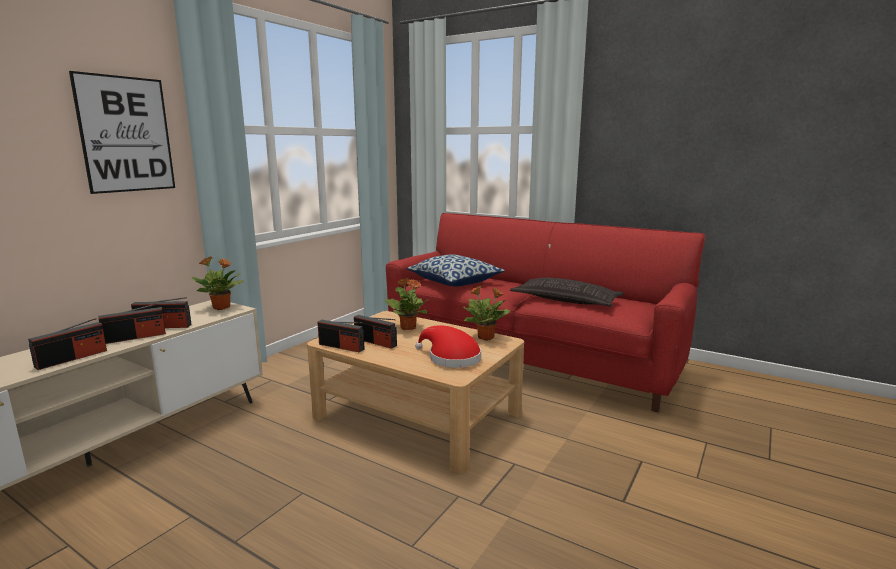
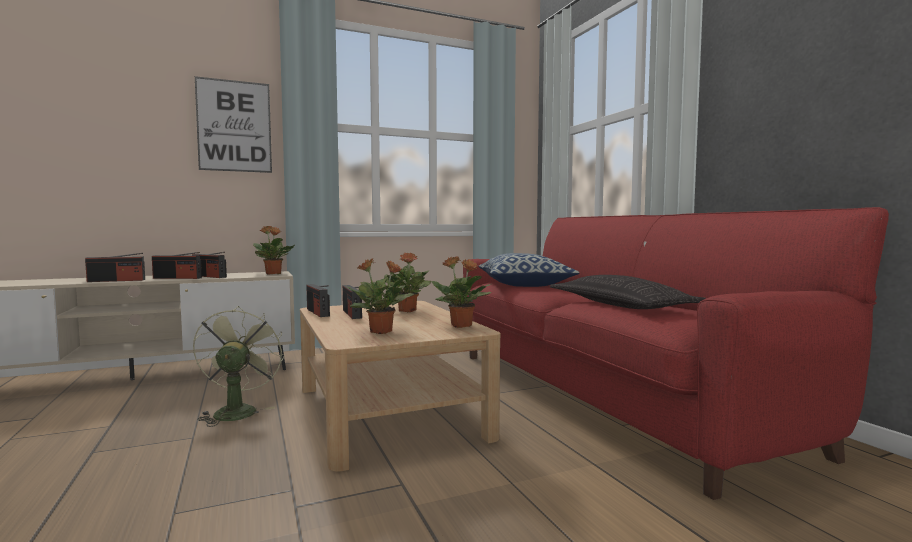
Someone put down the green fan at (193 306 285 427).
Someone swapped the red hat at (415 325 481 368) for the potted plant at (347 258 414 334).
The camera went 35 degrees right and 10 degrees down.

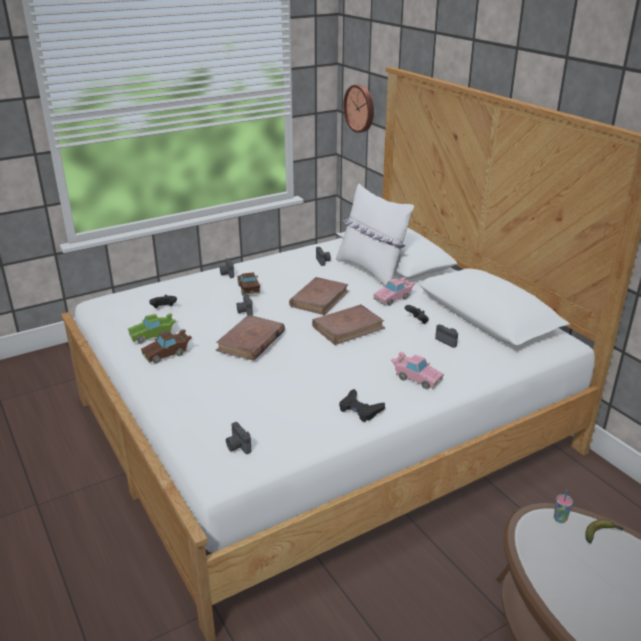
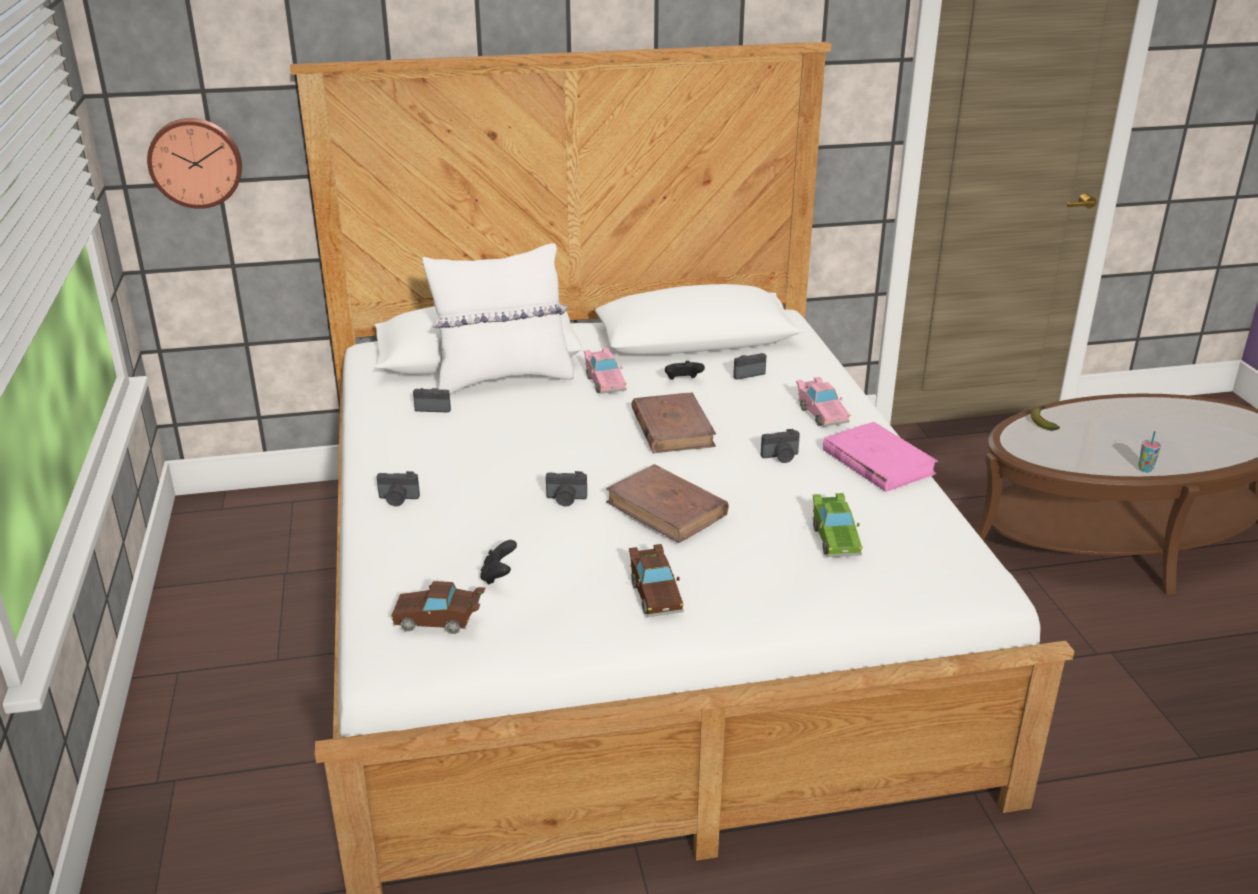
Someone carried the brown toy car from (237 272 260 295) to (390 581 485 634).
Someone carried the photo camera from (226 422 251 454) to (761 429 800 463).
Someone rotated the pink toy car at (391 352 444 389) by 105 degrees clockwise.
Someone carried the green toy car from (128 313 176 344) to (812 493 863 557).
Someone swapped the black game controller at (339 389 385 422) for the pink book at (823 422 938 492).
Someone carried the cup from (554 490 573 523) to (1138 431 1161 472).
Someone took away the brown book at (289 277 349 315).
The camera went 70 degrees left and 0 degrees up.

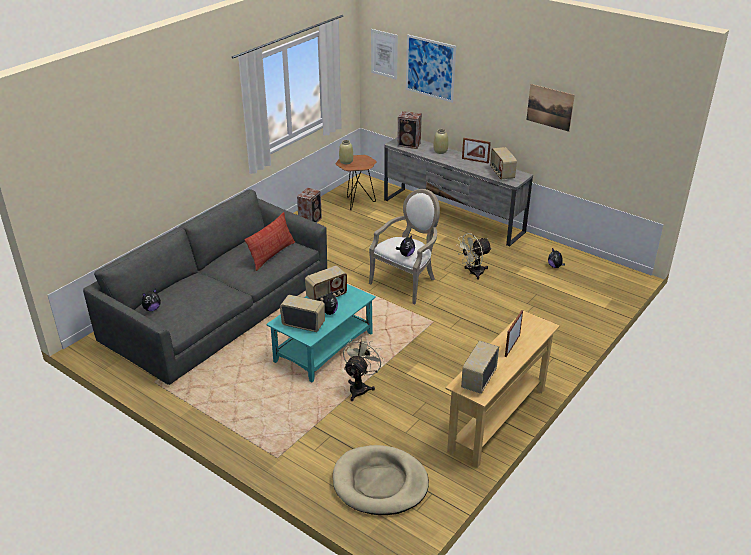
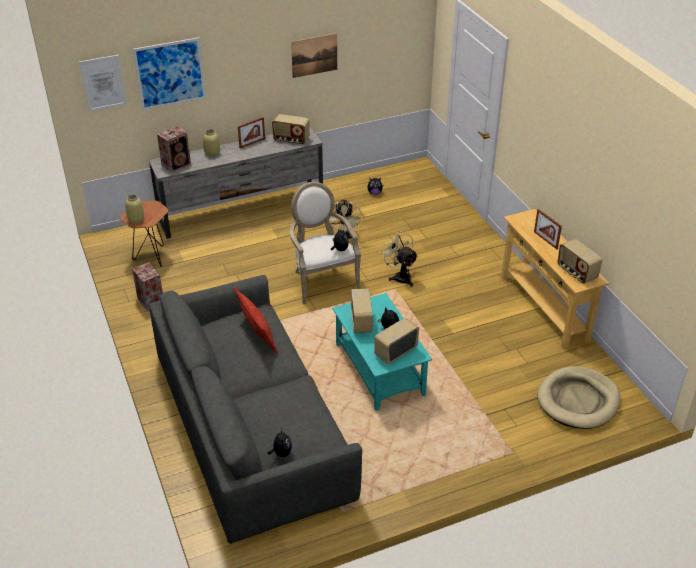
Someone carried the beige fan from (343 336 384 401) to (381 230 418 287).
The camera went 60 degrees left and 5 degrees up.

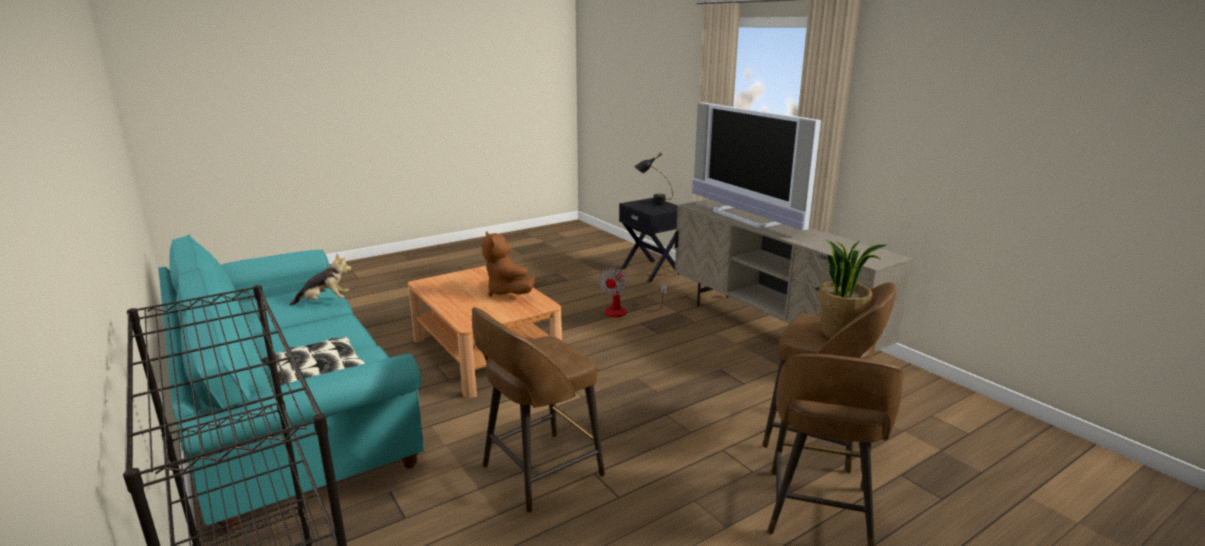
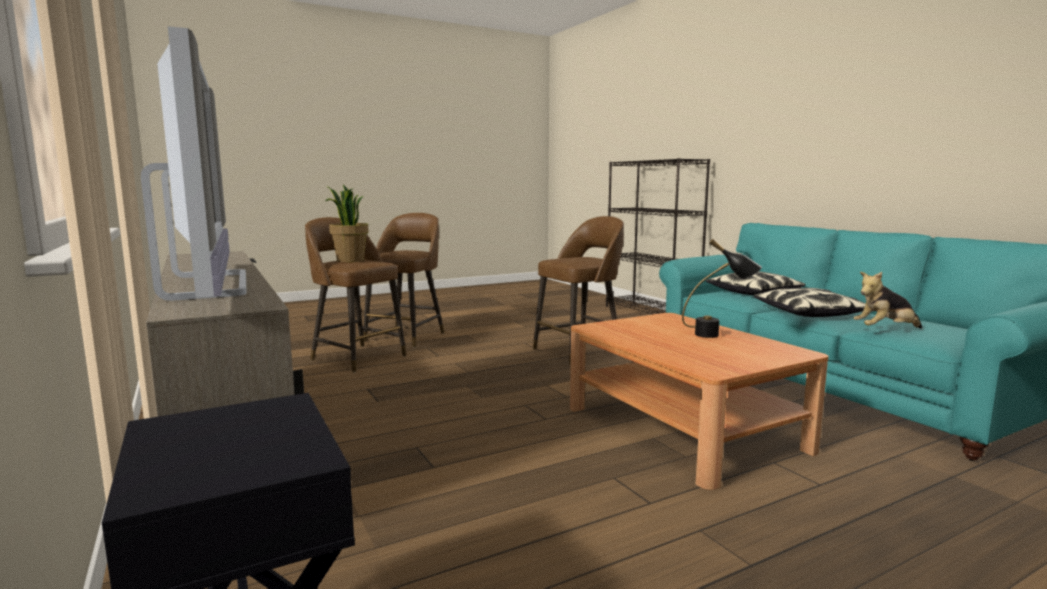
Someone carried the black table lamp from (634 152 673 205) to (682 239 762 338).
Someone put down the pillow at (754 288 866 317).
Someone took away the brown plush toy at (482 231 535 296).
Someone took away the fan at (599 268 667 317).
The camera went 175 degrees left and 10 degrees down.

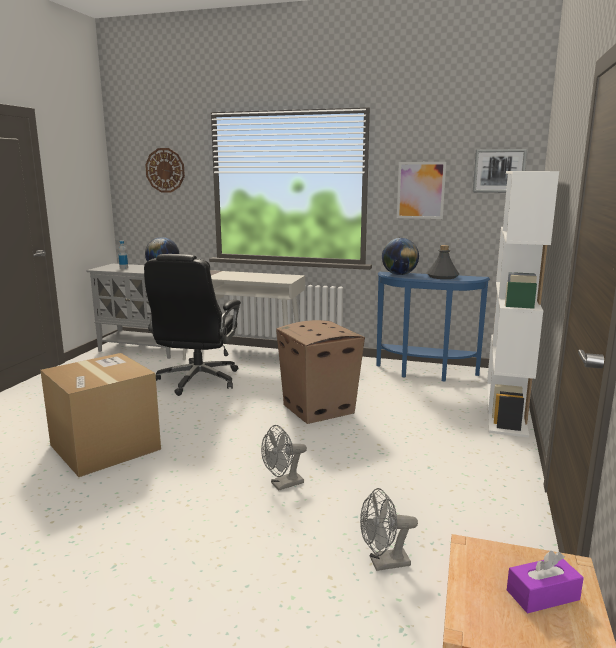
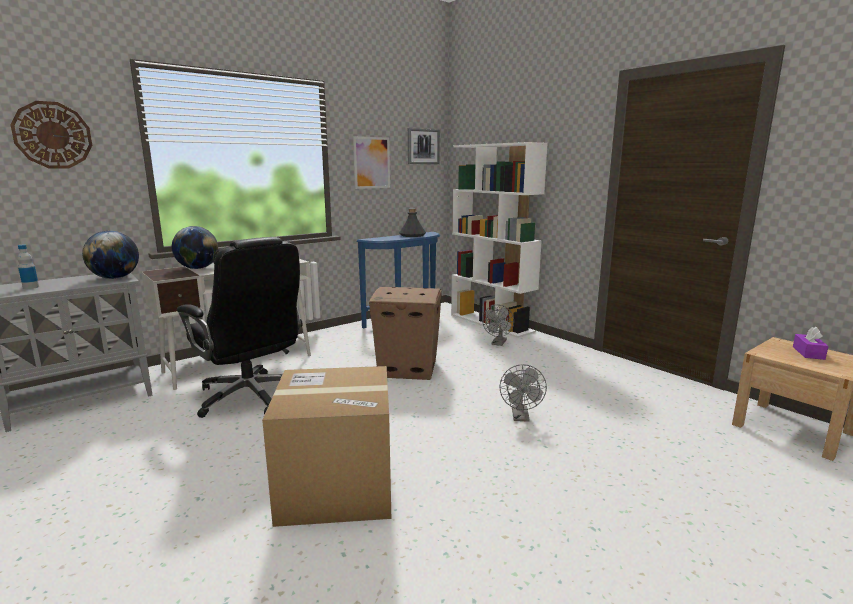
Someone carried the globe from (382 238 419 275) to (172 226 218 269).
Someone carried the grey fan from (360 488 418 571) to (482 305 514 346).
The camera went 55 degrees left and 0 degrees up.

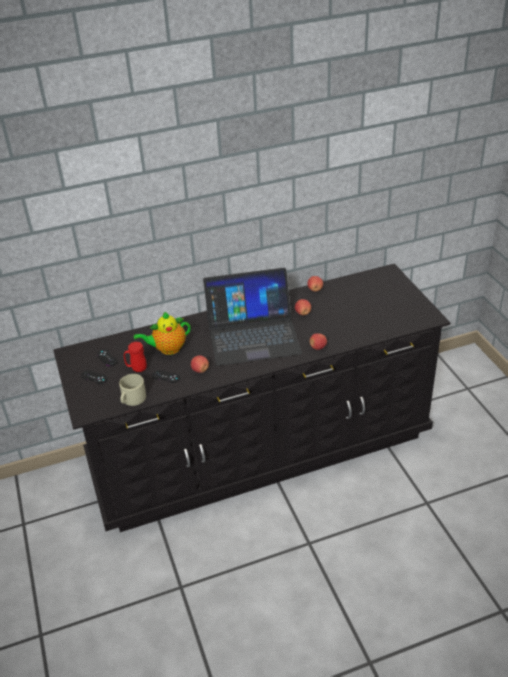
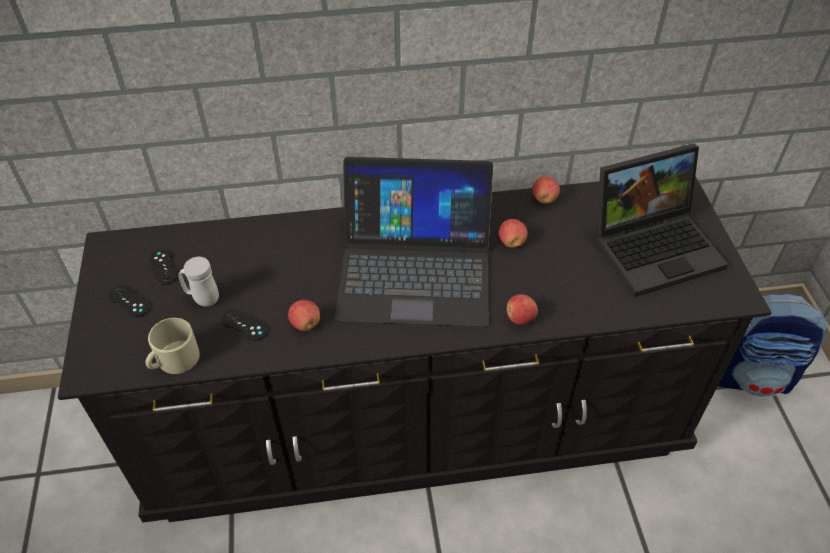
Someone repainted the red mug at (124 342 147 372), which became the white mug at (179 257 219 306).
Someone put down the laptop at (596 143 728 297).
Someone put down the backpack at (718 293 827 397).
Someone took away the teapot at (134 312 191 355).
The camera went 10 degrees right and 10 degrees up.

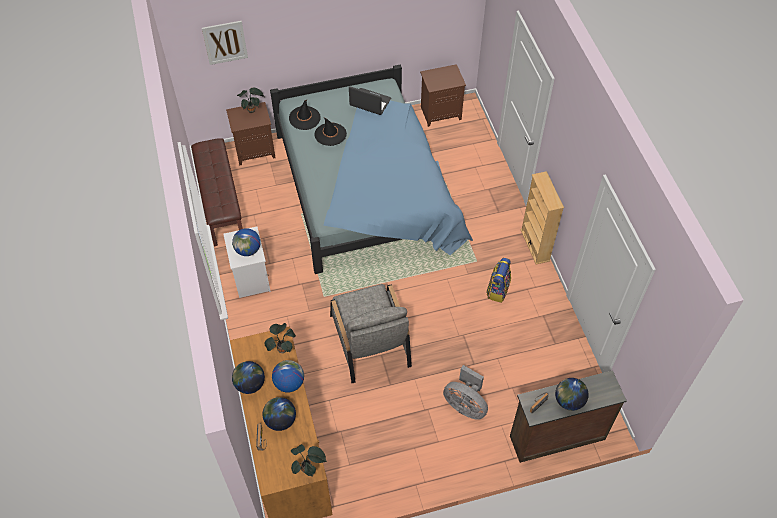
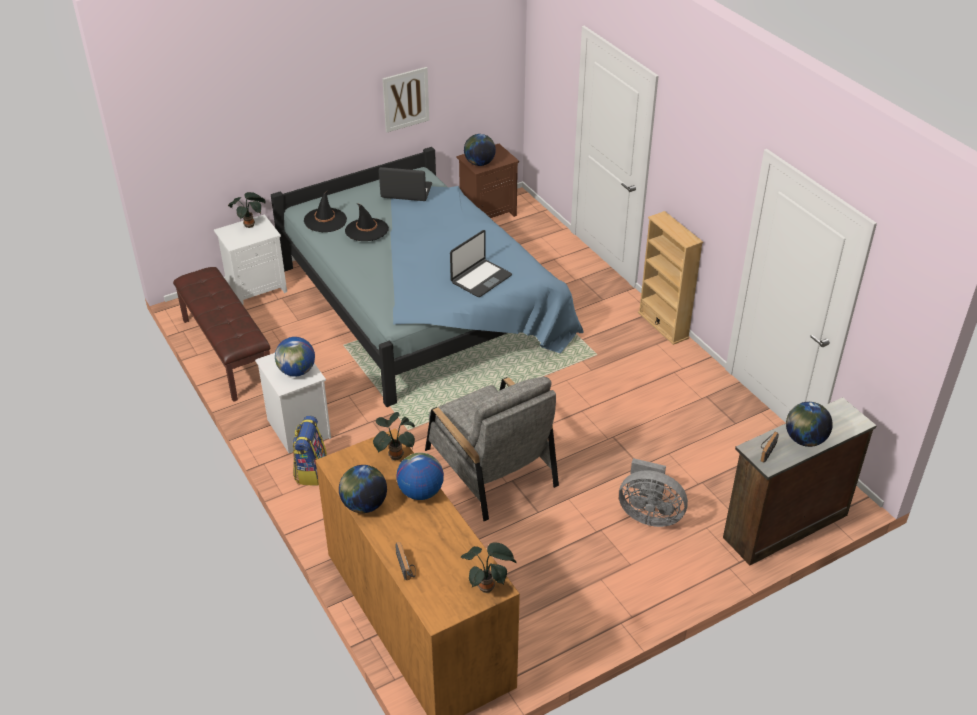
Someone repainted the brown nightstand at (226 102 275 166), which became the white nightstand at (214 214 287 305).
Someone carried the backpack from (486 258 511 303) to (293 416 327 486).
Someone carried the picture from (202 21 248 65) to (382 67 429 132).
Someone put down the laptop at (450 230 512 297).
Someone carried the globe from (262 397 296 431) to (464 134 496 166).
The camera went 15 degrees left and 15 degrees down.

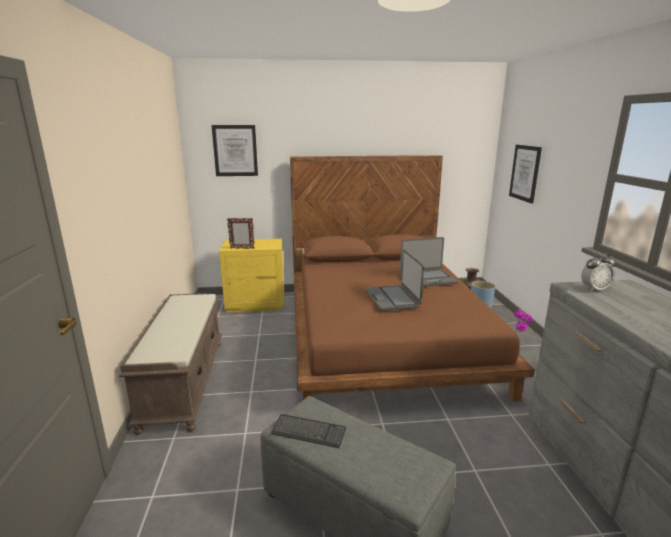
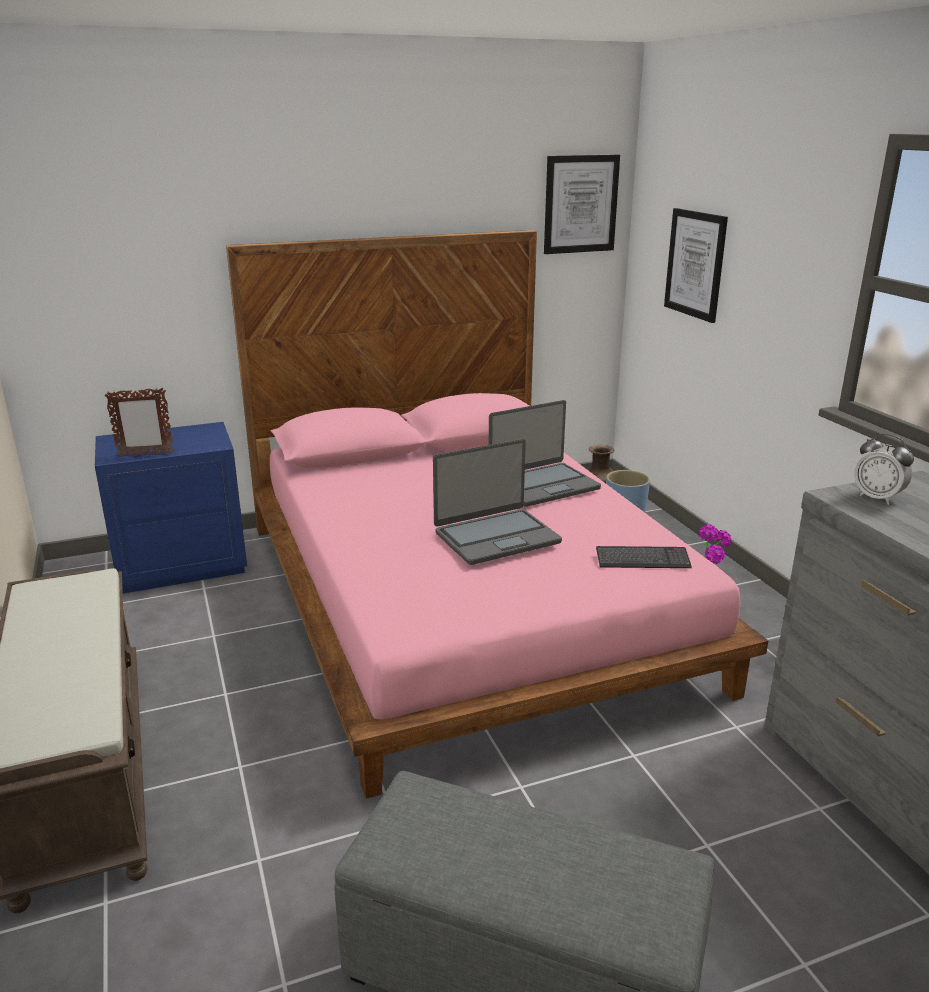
Someone repainted the yellow nightstand at (219 239 284 312), which became the blue nightstand at (95 422 247 594).
Someone repainted the brown bed at (290 155 535 402), which became the pink bed at (226 230 768 798).
Someone rotated the laptop at (366 250 424 311) by 90 degrees counterclockwise.
Someone carried the picture from (212 125 258 176) to (544 155 620 254).
Someone carried the keyboard from (271 414 346 448) to (596 546 692 568).
Someone rotated the alarm clock at (581 253 615 292) by 75 degrees clockwise.
The camera went 15 degrees left and 5 degrees up.

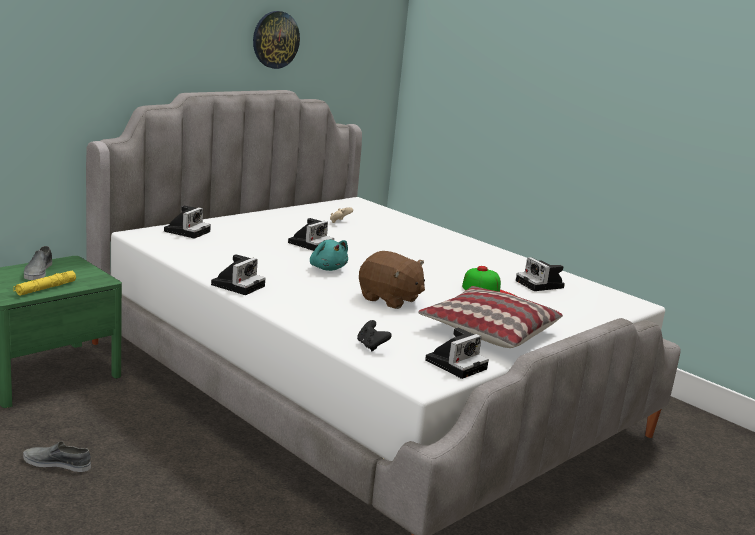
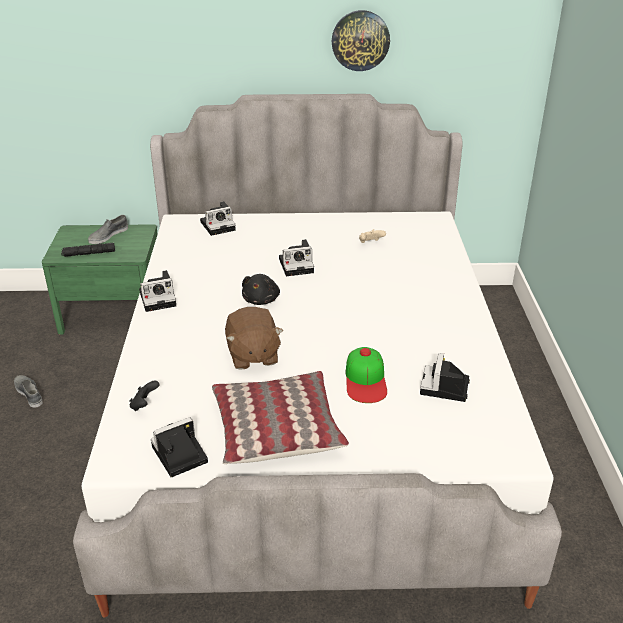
Someone repainted the yellow flashlight at (13 271 76 296), which became the black flashlight at (61 243 115 257).
Someone rotated the photo camera at (425 328 489 379) by 150 degrees clockwise.
Someone repainted the turquoise plush toy at (310 240 348 271), which became the black plush toy at (242 274 280 305).
The camera went 45 degrees right and 15 degrees up.

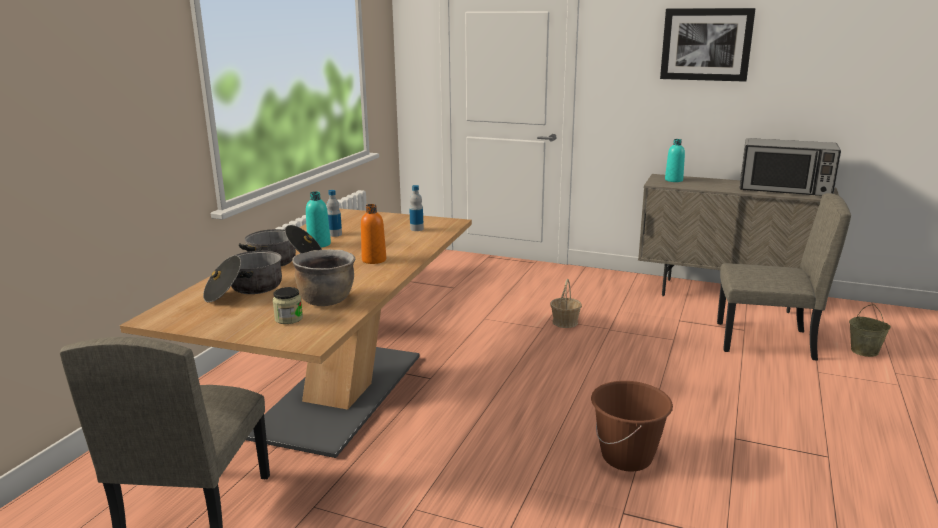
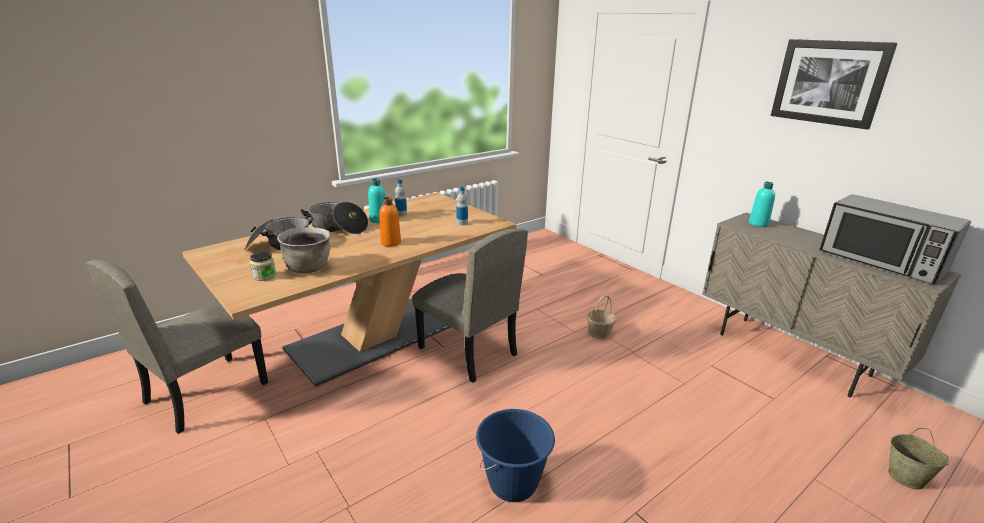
Someone carried the beige chair from (717 193 851 361) to (412 229 528 383).
Someone repainted the brown bucket at (591 381 673 472), which became the blue bucket at (476 409 555 502).
The camera went 30 degrees right and 5 degrees up.

